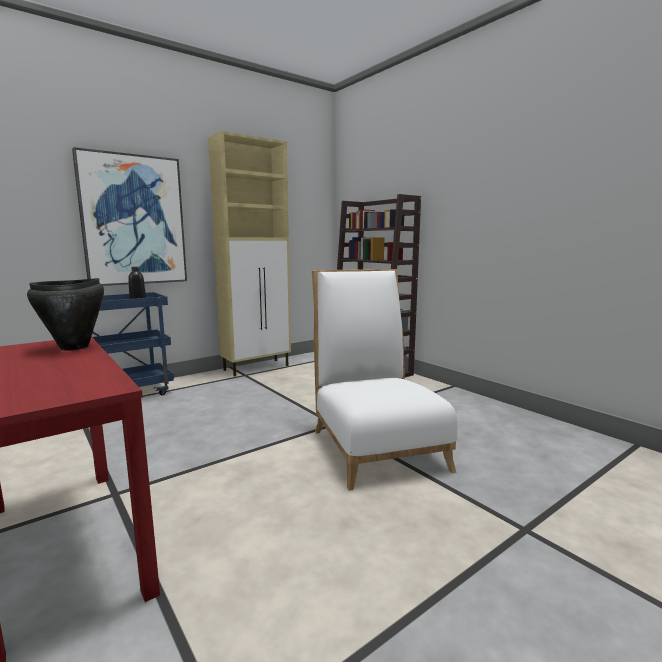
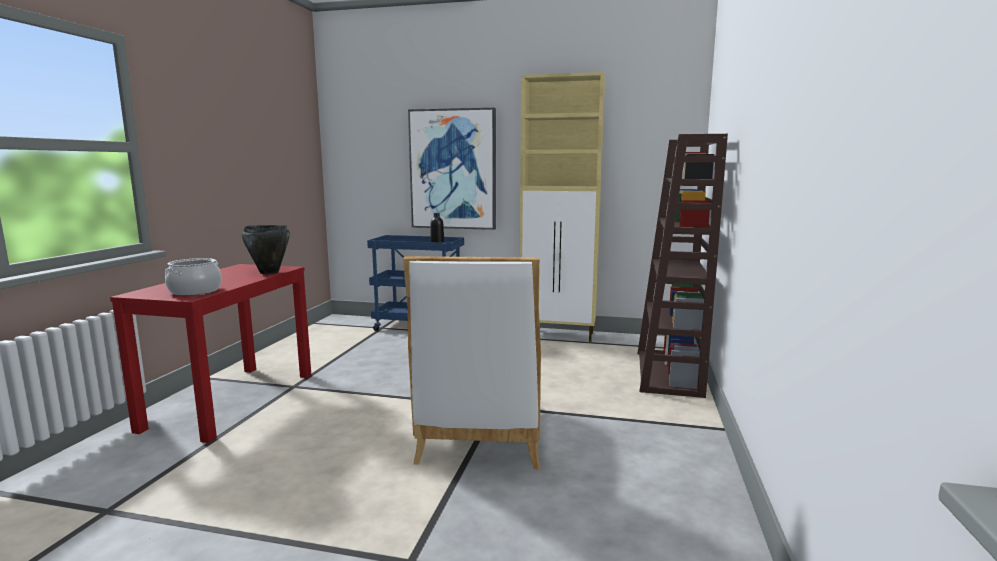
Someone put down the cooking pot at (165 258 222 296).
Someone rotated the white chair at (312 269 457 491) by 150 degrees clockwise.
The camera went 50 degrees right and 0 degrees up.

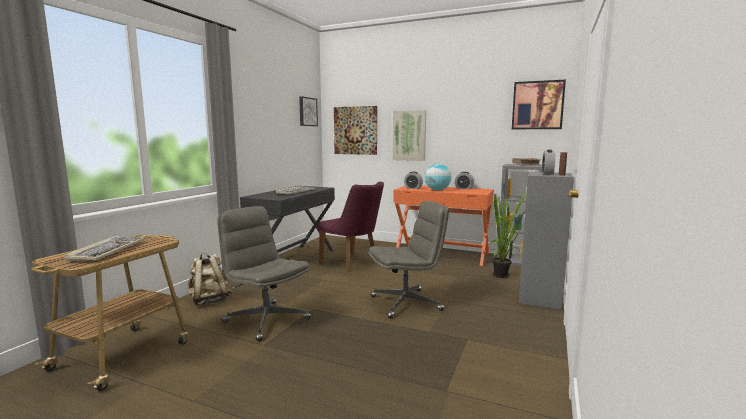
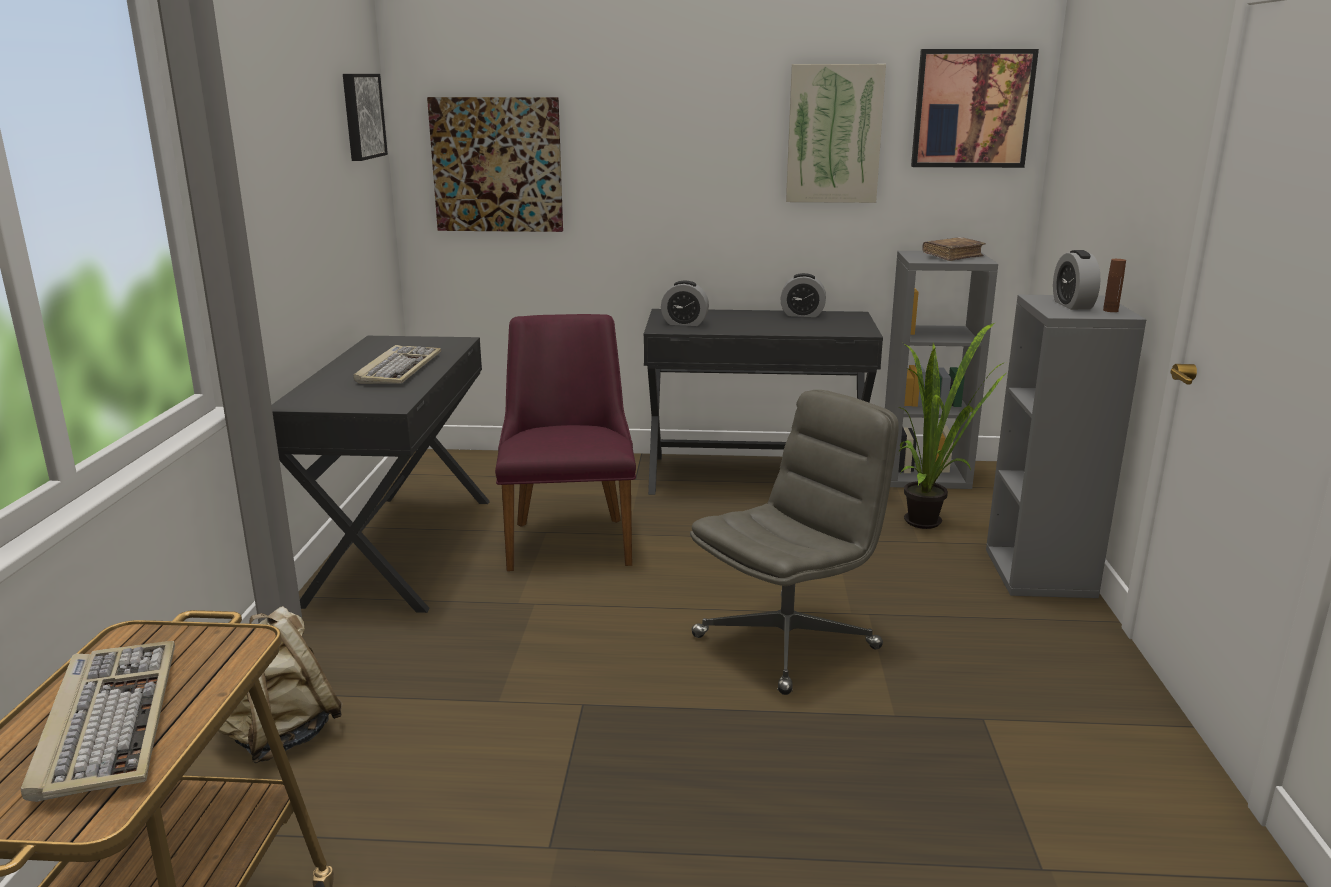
Someone rotated the purple chair at (317 182 384 272) by 120 degrees counterclockwise.
Someone repainted the orange desk at (393 186 494 266), which became the black desk at (644 309 883 495).
Someone carried the picture from (393 110 426 161) to (786 64 886 203).
Someone took away the grey office chair at (217 206 311 341).
Someone took away the globe at (425 164 452 190).
The camera went 20 degrees left and 10 degrees up.

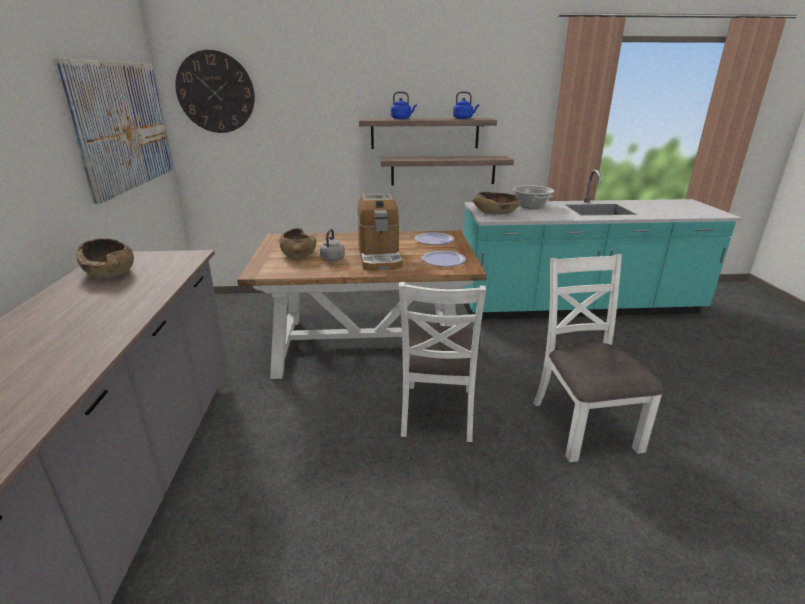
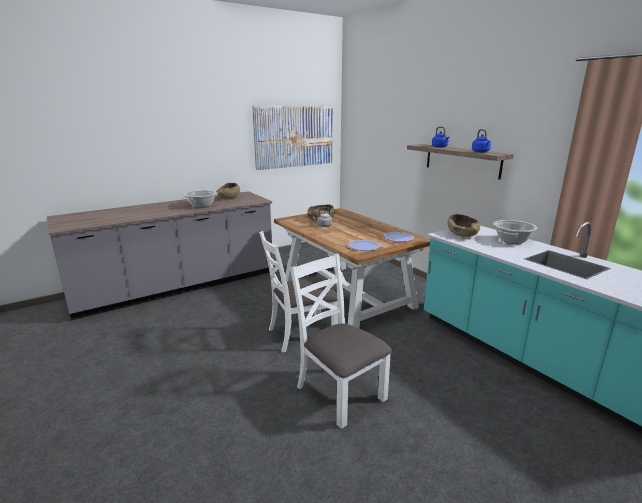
Someone put down the cooking pot at (182 190 219 208).
Someone rotated the white chair at (534 254 664 462) by 90 degrees counterclockwise.
Someone took away the wall clock at (175 50 255 133).
Someone took away the coffee machine at (357 193 403 271).
Someone took away the shelf at (381 156 514 185).
The camera went 60 degrees right and 5 degrees down.

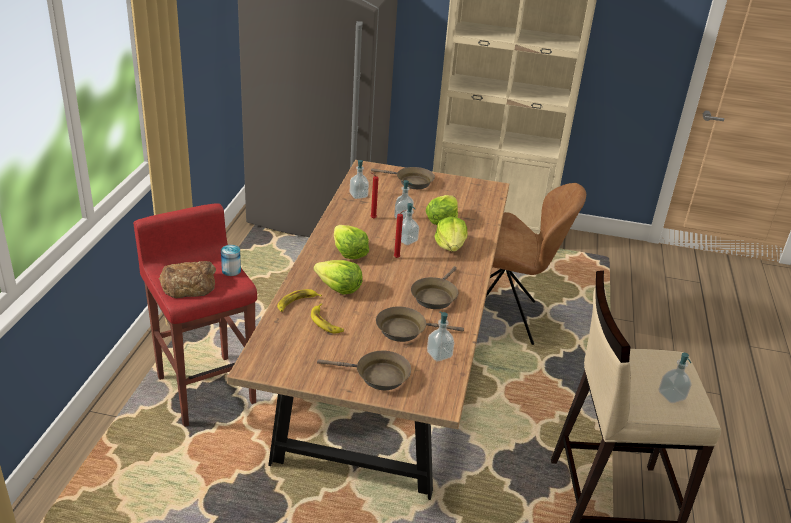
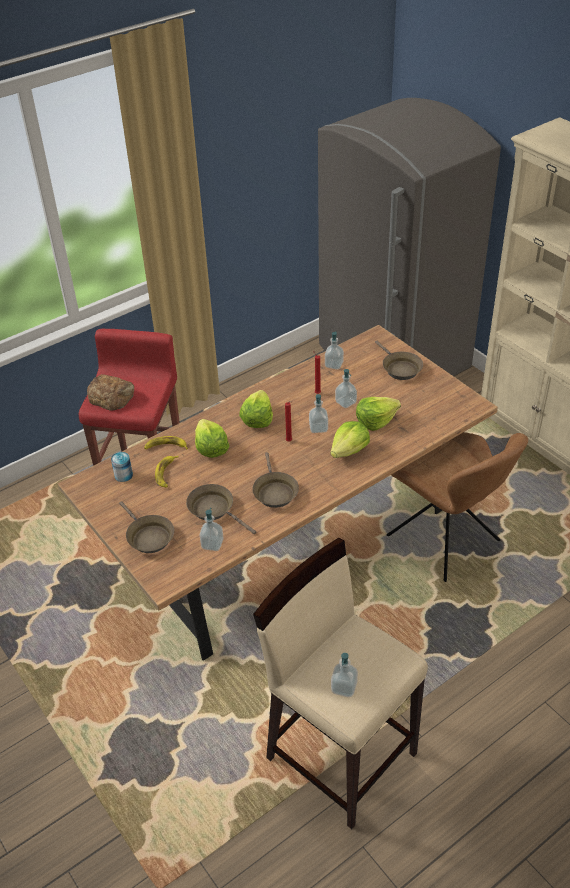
Someone carried the can from (221 245 241 276) to (111 452 133 482).
Someone rotated the brown frying pan at (411 266 458 309) by 75 degrees counterclockwise.
The camera went 45 degrees right and 10 degrees up.

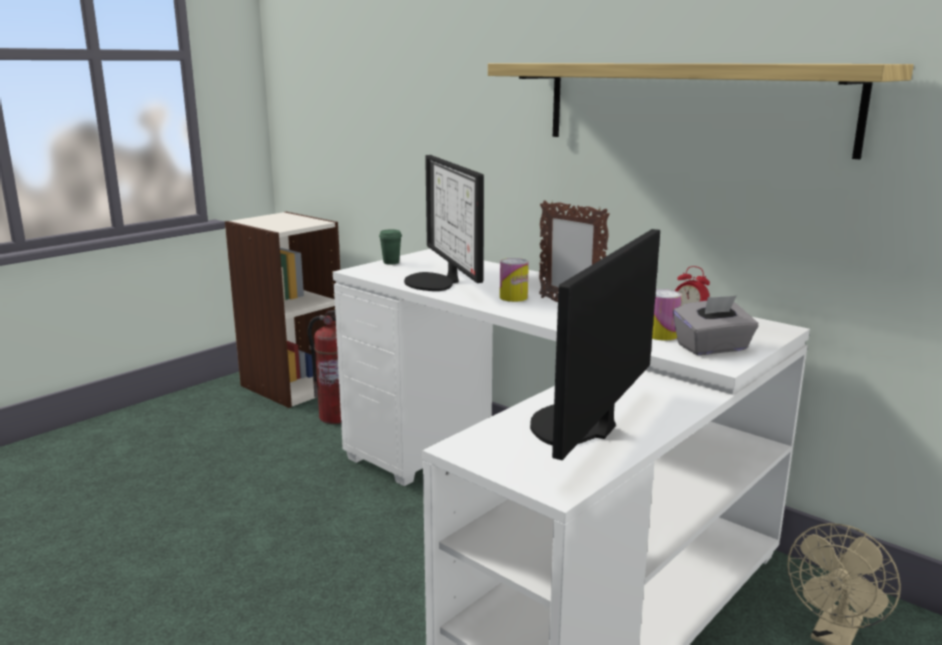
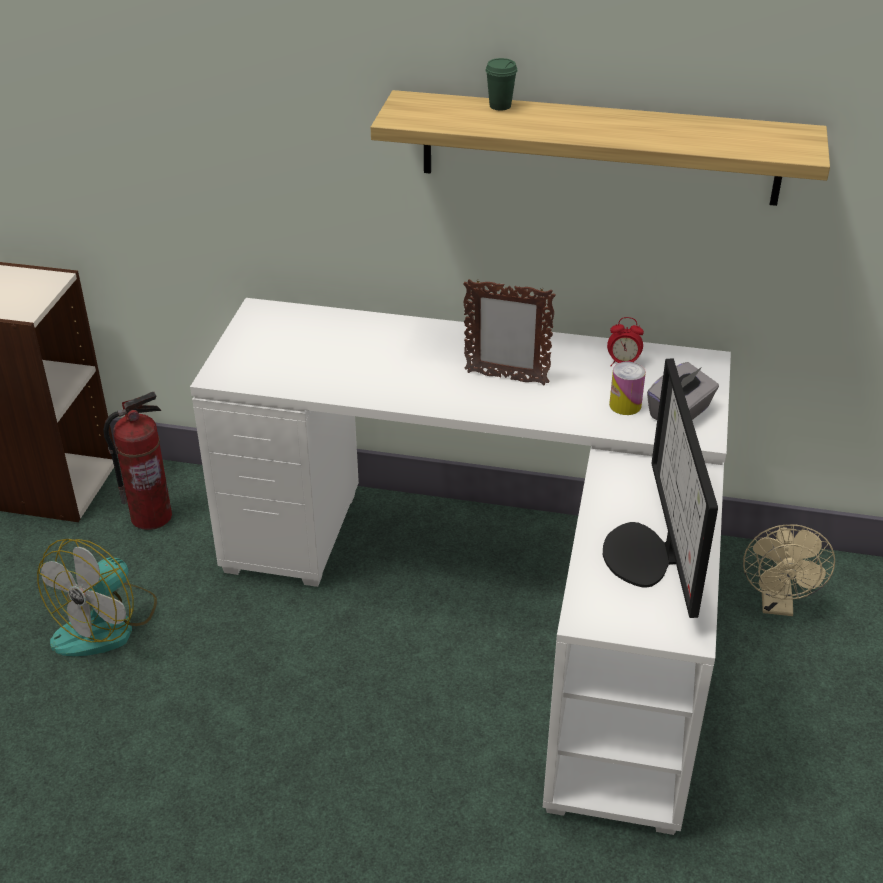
Someone put down the fan at (37 539 157 656).
Someone carried the green cup from (379 230 402 265) to (485 58 518 111).
Someone took away the monitor at (404 155 484 291).
Someone took away the can at (500 258 529 302).
The camera went 30 degrees left and 20 degrees up.

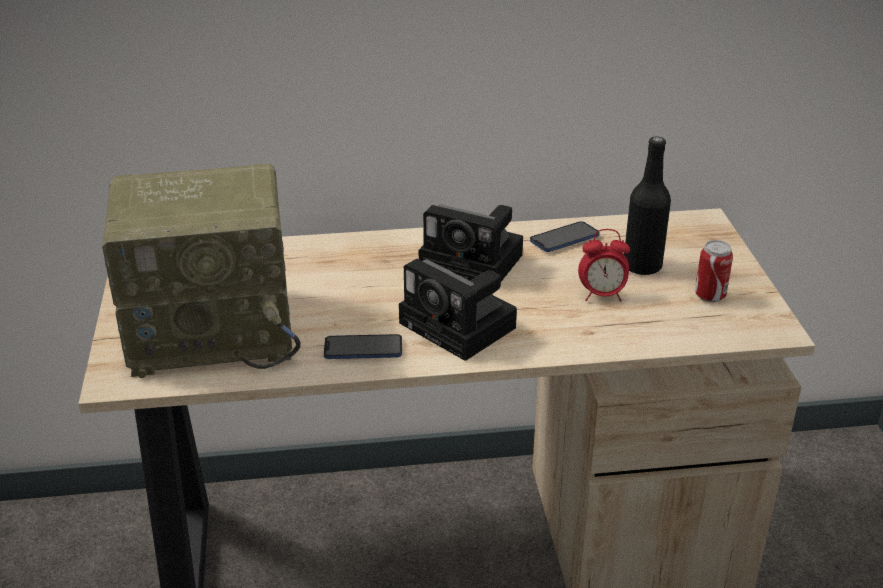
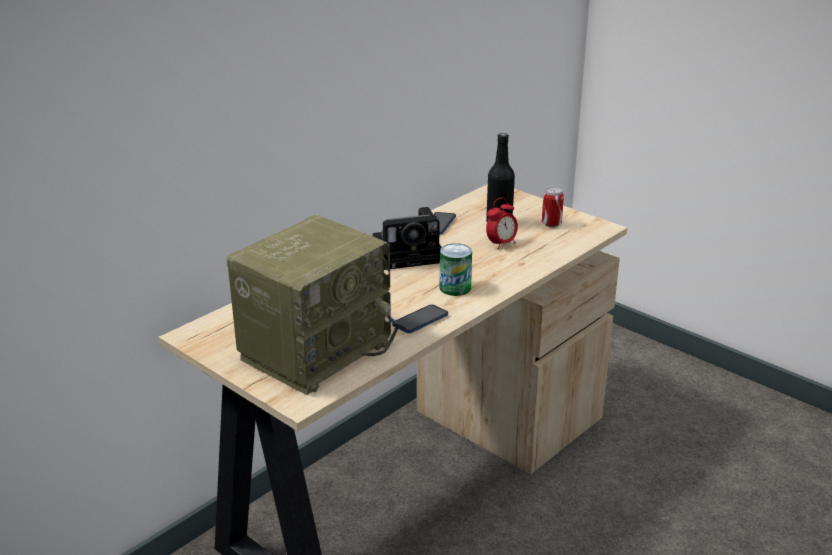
Someone swapped the photo camera at (399 259 517 361) for the can at (440 243 472 296).
The camera went 40 degrees left and 5 degrees down.

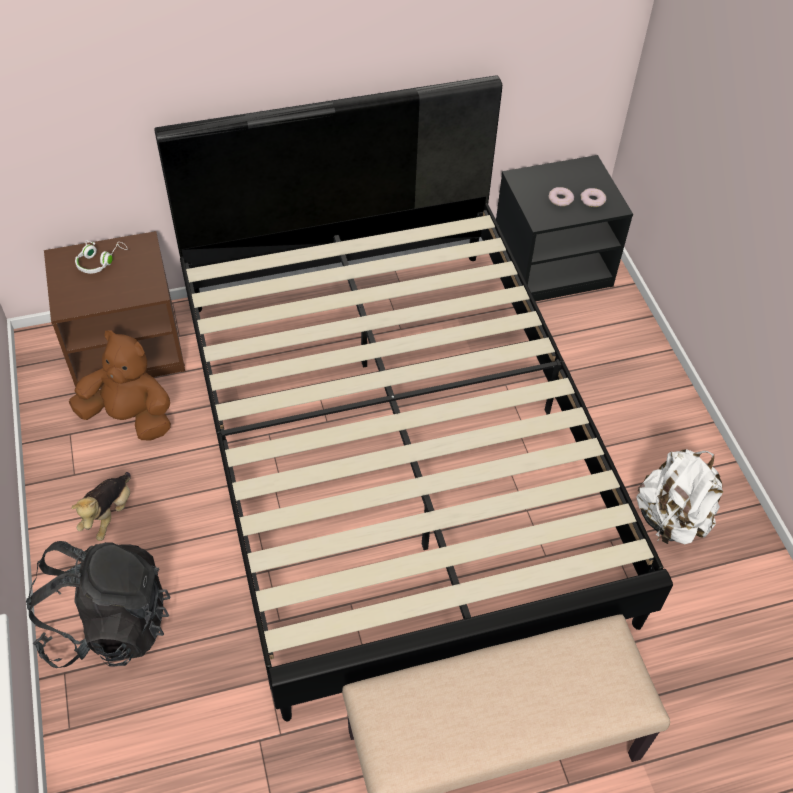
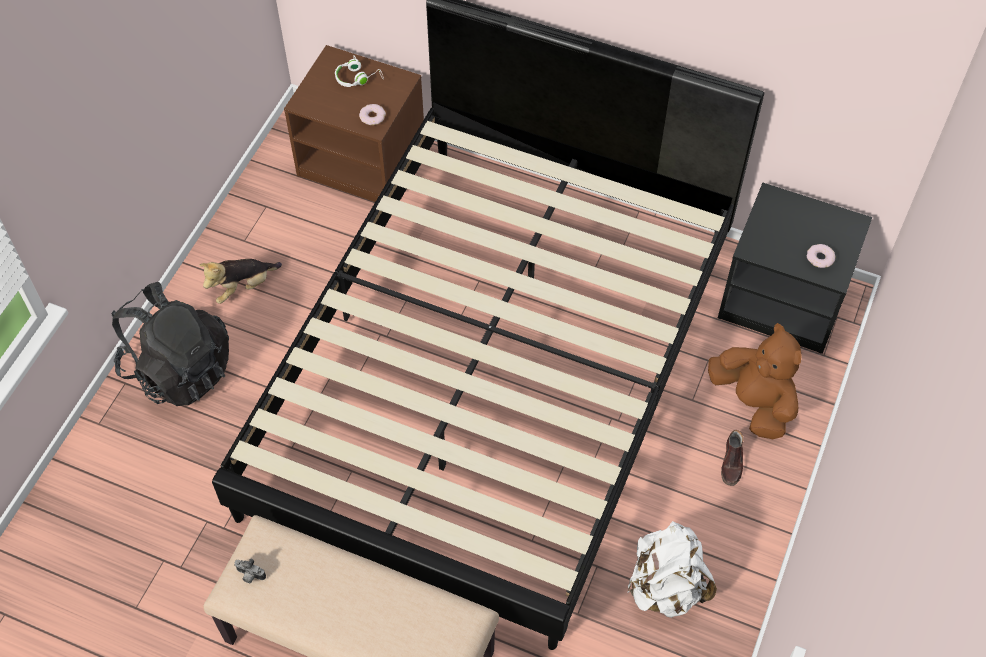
Someone put down the photo camera at (234 559 266 583).
Someone carried the donut from (548 187 574 206) to (359 104 386 125).
Someone carried the brown plush toy from (69 330 171 440) to (708 323 802 439).
Someone put down the brown shoe at (721 430 744 486).
The camera went 40 degrees right and 5 degrees up.

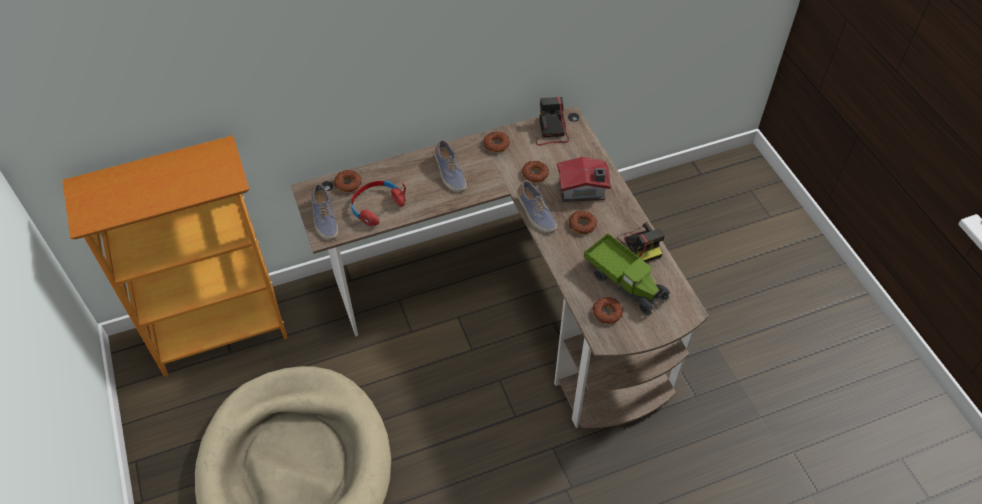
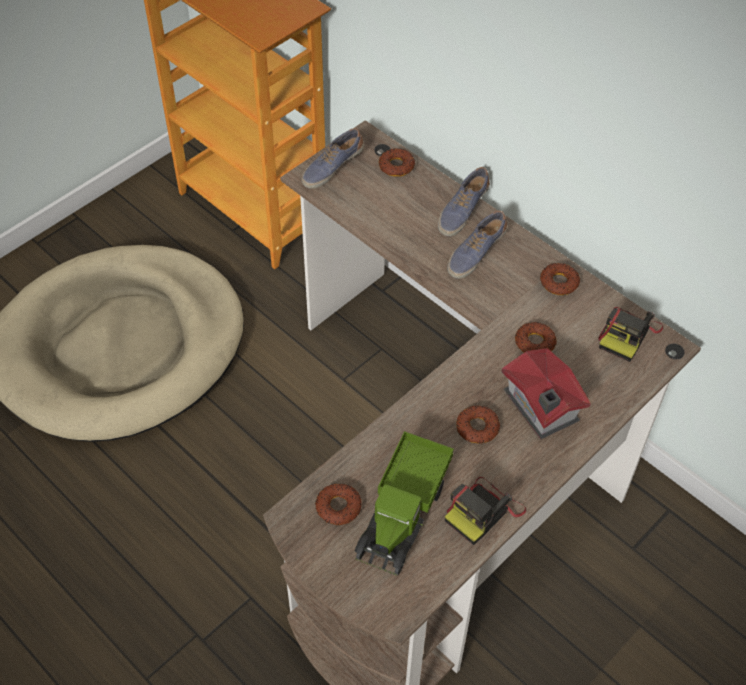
Someone carried the shoe from (517 180 557 234) to (438 167 490 236).
Someone rotated the photo camera at (536 97 569 146) by 150 degrees clockwise.
Someone took away the red headphones at (351 181 406 226).
The camera went 65 degrees right and 0 degrees up.

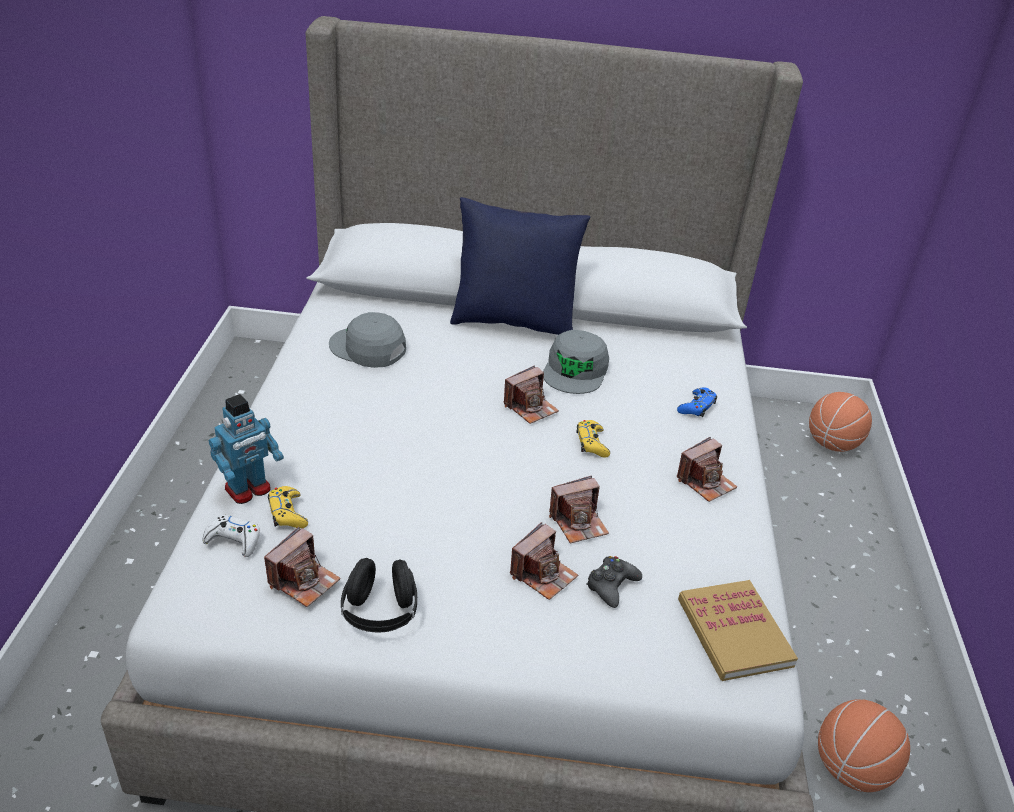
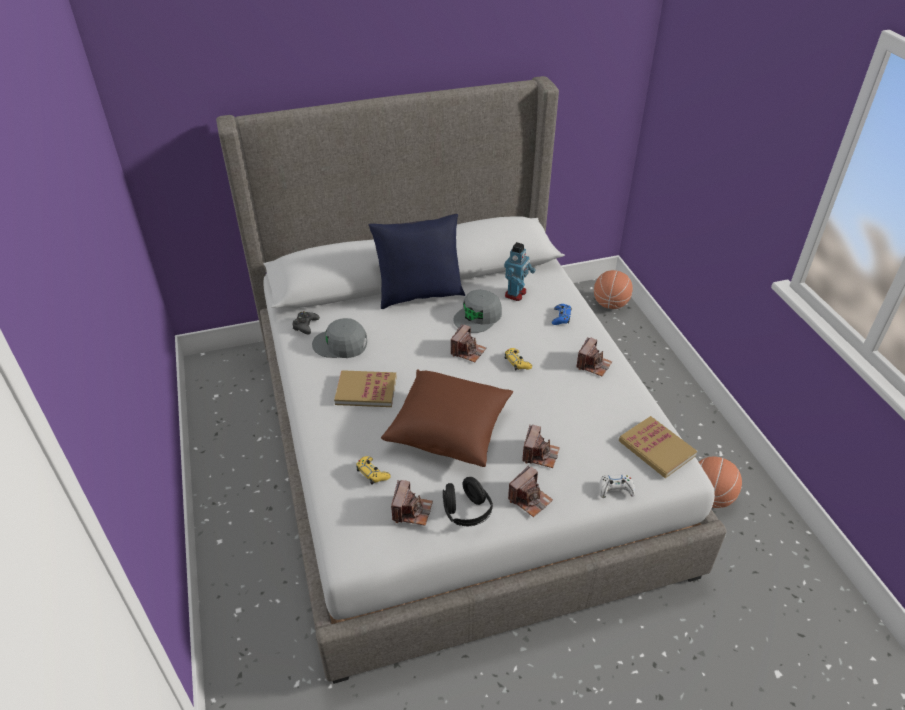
Someone carried the black game controller from (587 556 642 608) to (293 311 320 335).
Someone put down the book at (334 370 397 407).
Someone put down the brown pillow at (381 369 513 467).
Someone rotated the grey cap at (543 330 609 394) by 45 degrees clockwise.
Someone carried the toy robot from (209 394 284 504) to (504 242 536 301).
Someone carried the photo camera from (549 476 609 543) to (508 465 553 517).
Someone carried the white game controller from (202 515 260 557) to (599 475 635 498).
The camera went 20 degrees left and 5 degrees up.

